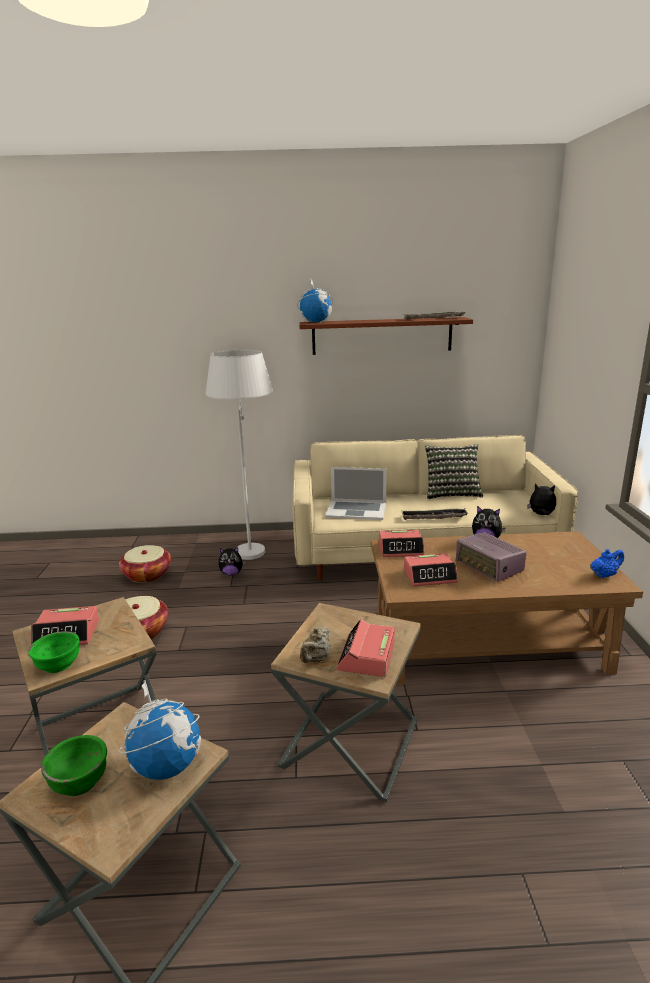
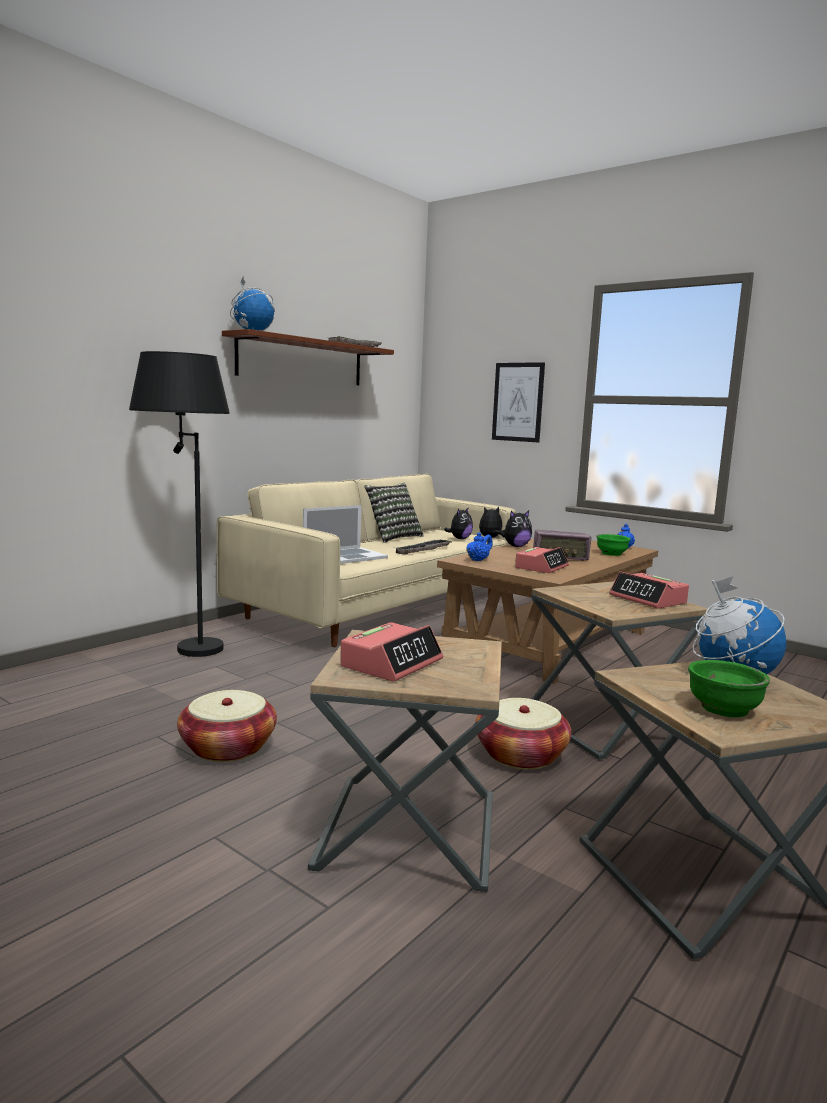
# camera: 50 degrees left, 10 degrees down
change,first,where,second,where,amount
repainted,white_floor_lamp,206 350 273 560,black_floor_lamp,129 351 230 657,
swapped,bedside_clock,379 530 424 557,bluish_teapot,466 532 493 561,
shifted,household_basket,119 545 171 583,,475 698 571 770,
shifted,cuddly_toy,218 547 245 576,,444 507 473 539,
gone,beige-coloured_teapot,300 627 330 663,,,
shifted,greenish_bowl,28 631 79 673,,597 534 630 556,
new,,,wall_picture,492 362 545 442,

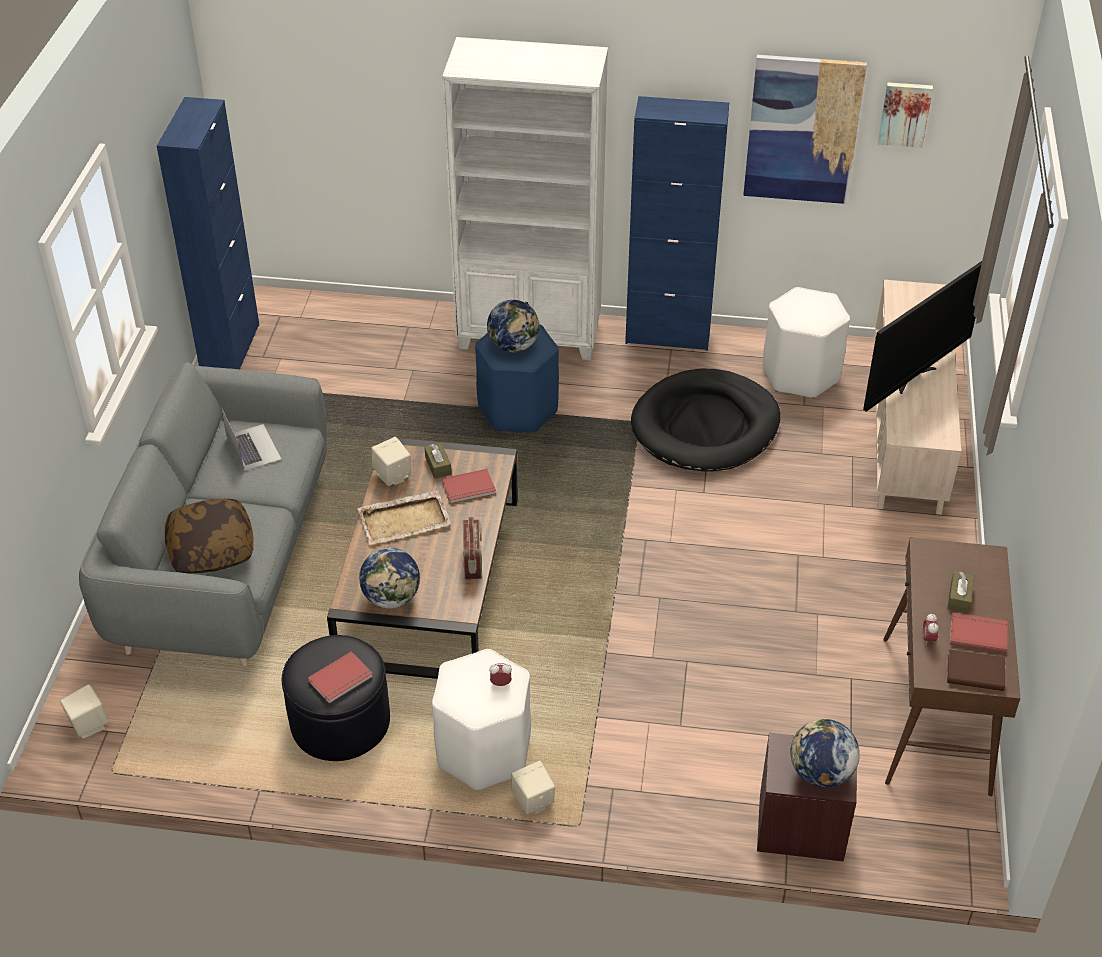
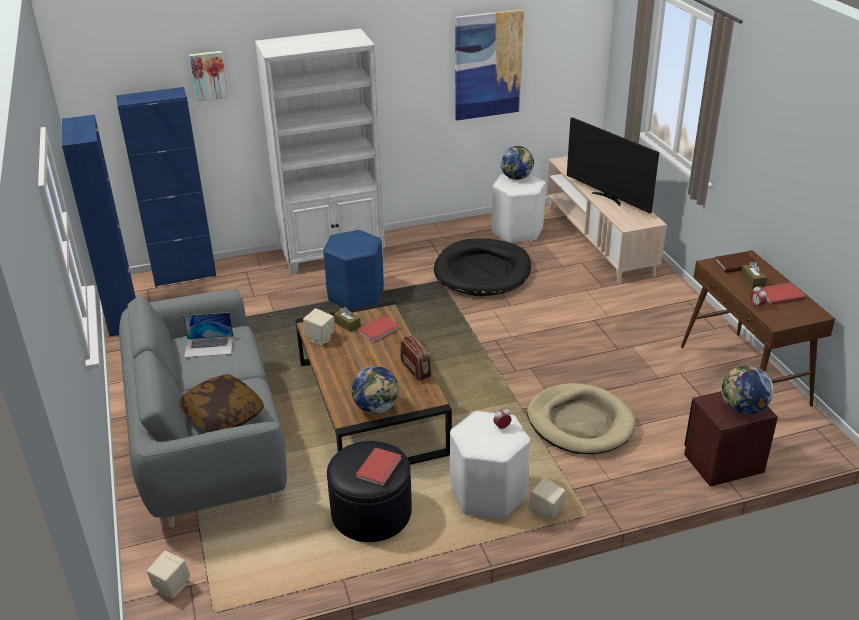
# camera: 25 degrees left, 10 degrees down
change,first,where,second,where,amount
shifted,wall_picture,878 82 933 148,,189 51 228 102,
shifted,bluish_storage_cabinet,625 96 729 351,,116 87 217 287,
rotated,TV_set,863 261 982 412,,567 117 659 214,120 degrees clockwise
shifted,world_globe,487 300 540 352,,500 146 534 180,
rotated,portable_computer,221 408 282 471,,183 312 233 358,135 degrees clockwise
gone,beige-coloured_carrying_tray,358 490 452 546,,,
shifted,brown-coloured_volume,947 650 1005 691,,714 252 759 273,
new,,,beige-coloured_dog_bed,527 383 636 454,

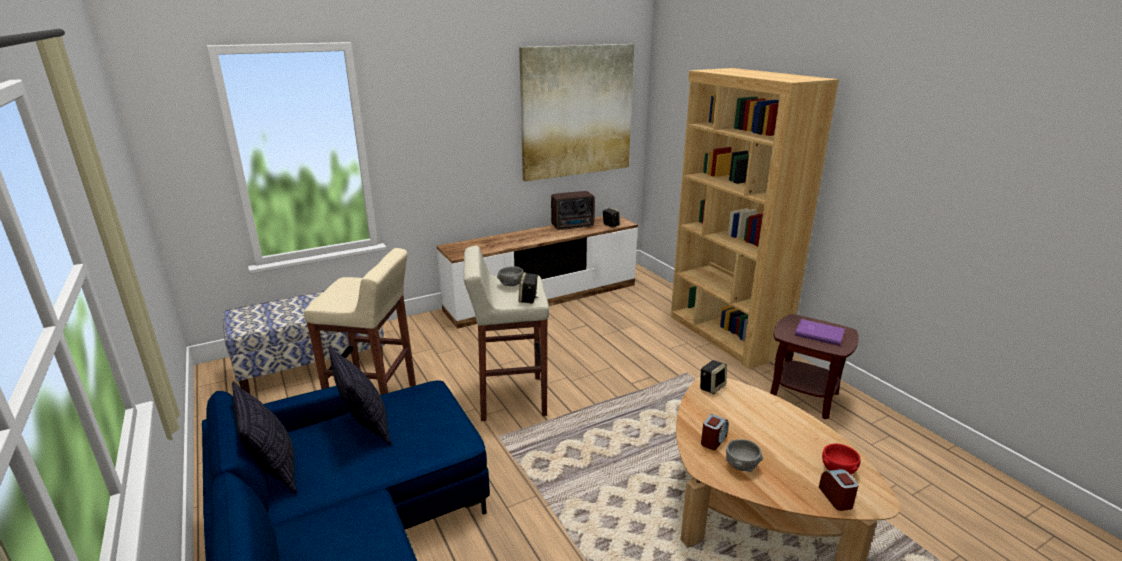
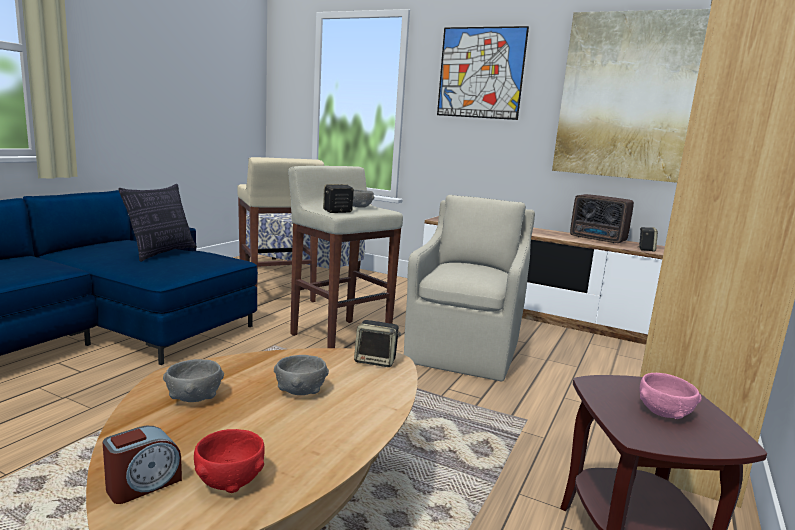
# camera: 55 degrees right, 10 degrees down
change,first,where,second,where,amount
swapped,purplish_volume,795 319 844 346,pinkish_bowl,640 373 702 419,
gone,throw_pillow,232 381 297 494,,,
gone,bedside_clock,701 414 729 450,,,
new,,,wall_picture,437 26 529 120,
new,,,beige-coloured_easy_chair,404 195 535 381,
new,,,greyish_bowl,274 355 329 395,

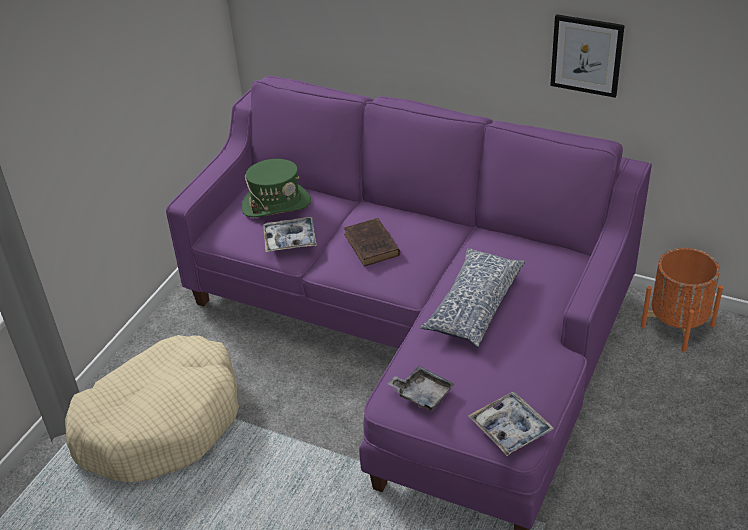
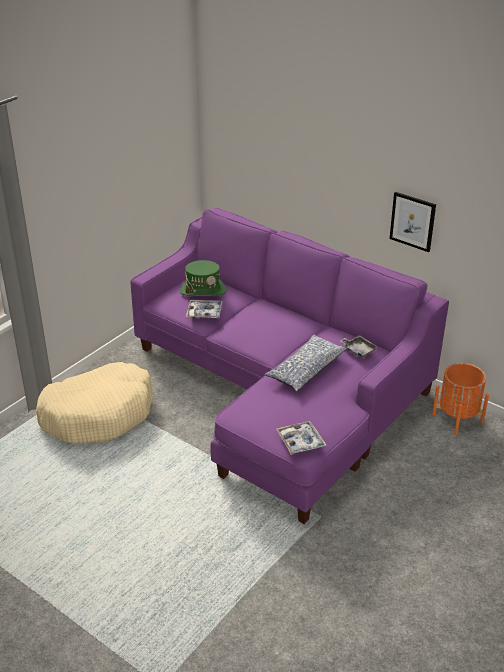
# camera: 10 degrees right, 5 degrees down
change,first,where,second,where,amount
gone,brown-coloured_volume,344 218 400 266,,,
shifted,greyish_carrying_tray,388 365 455 411,,340 335 378 358,

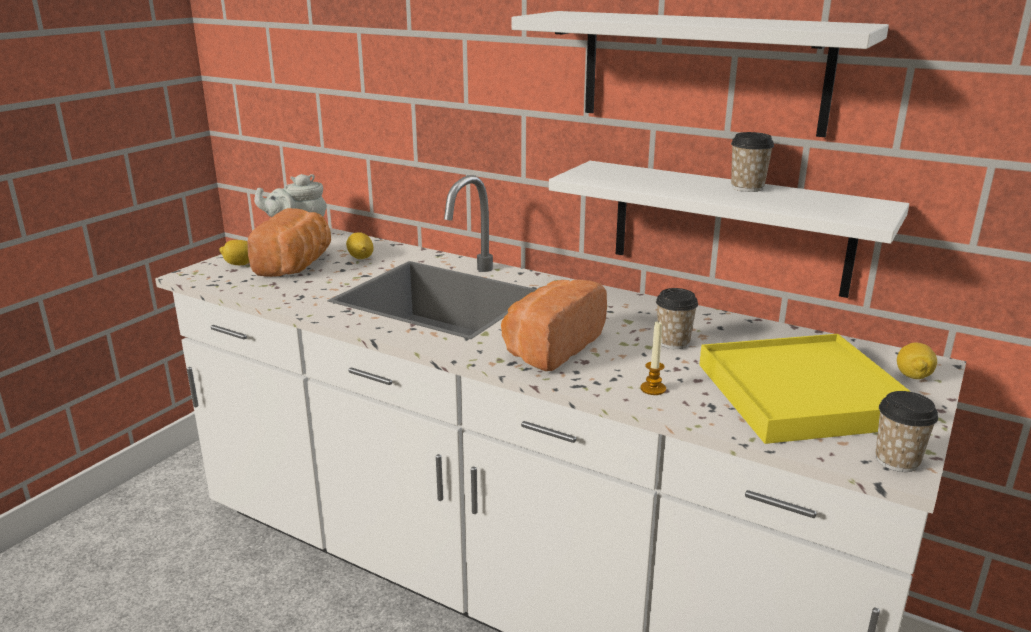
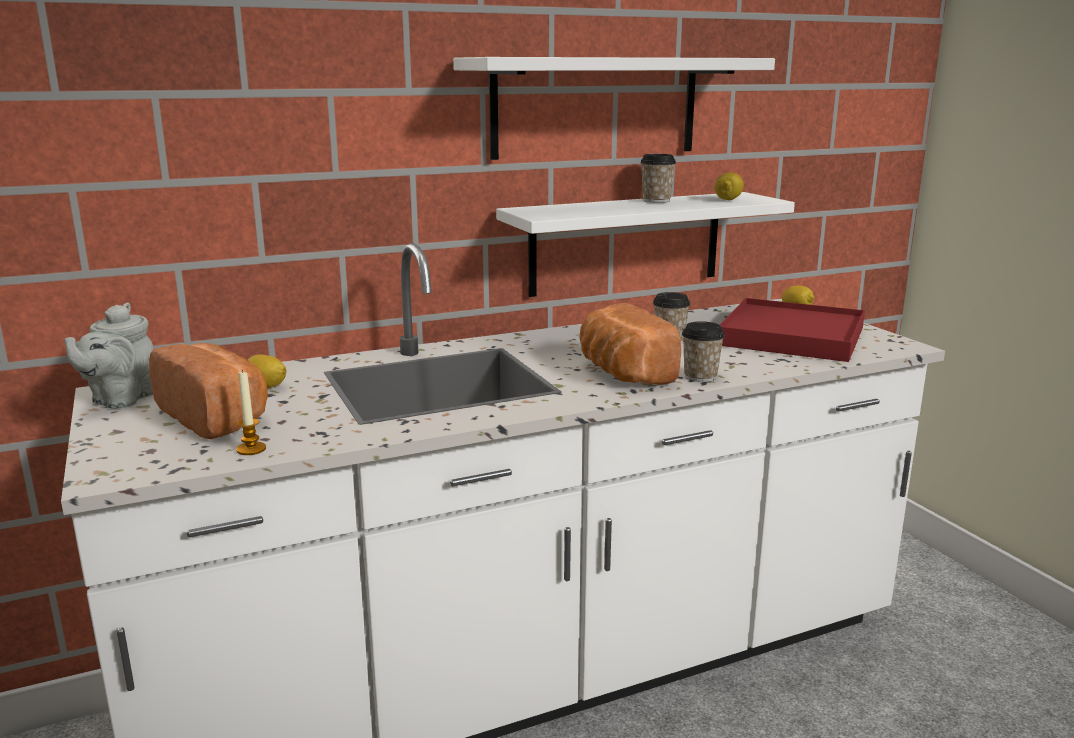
# camera: 55 degrees left, 5 degrees down
change,first,where,second,where,amount
shifted,whole_lemon,219 240 250 265,,714 173 744 200,
shifted,wax_light,640 320 666 395,,236 370 266 455,
repainted,yellow-coloured_carrying_tray,699 334 911 444,red-coloured_carrying_tray,720 298 865 362,
shifted,cup,876 391 938 472,,682 321 725 382,

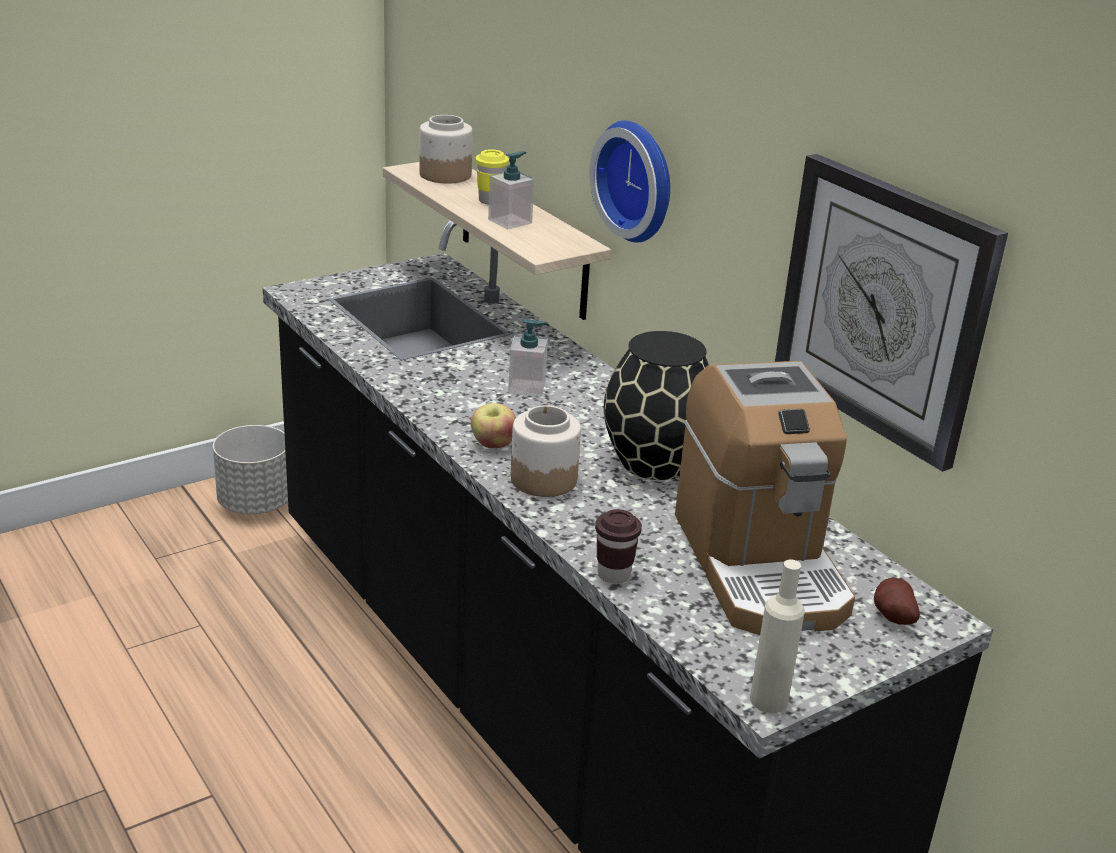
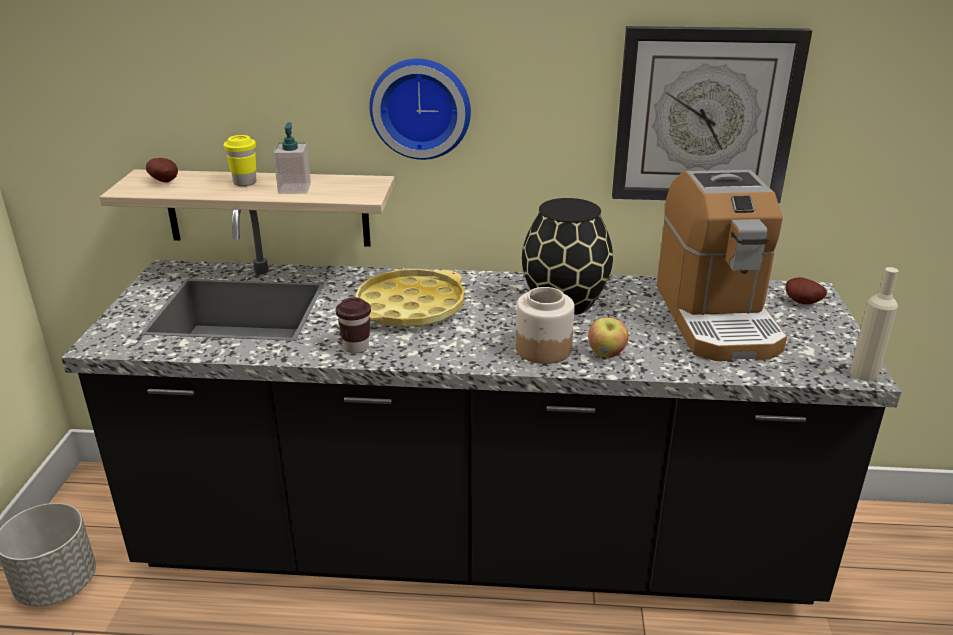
# camera: 50 degrees left, 0 degrees up
change,first,where,second,where,amount
swapped,preserve_jar,419 115 473 184,whole_potato,146 158 178 182,
swapped,soap_dispenser,508 319 548 397,yellow-coloured_carrying_tray,355 269 465 327,
rotated,coffee_maker,675 361 855 635,,657 170 787 361,60 degrees clockwise
shifted,apple,471 403 516 448,,588 318 629 358,
shifted,brown-coloured_cup,595 509 642 583,,336 297 371 353,

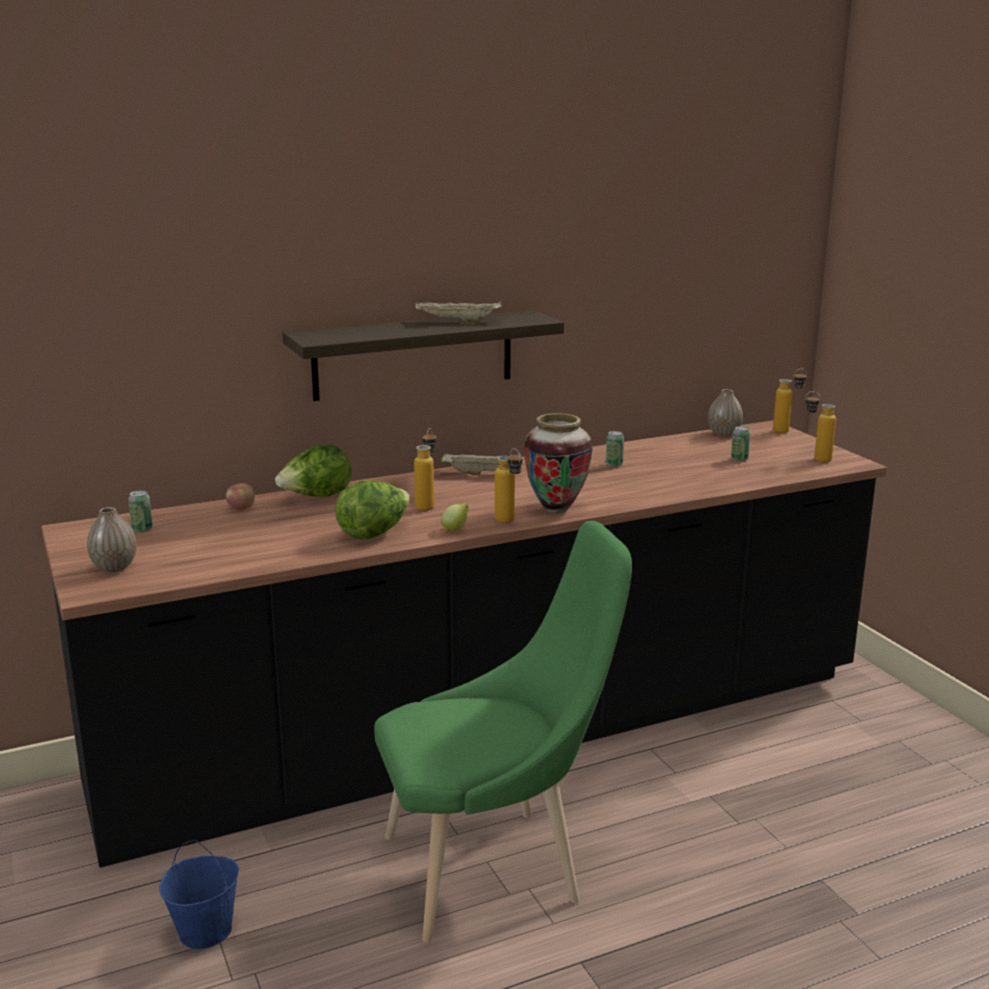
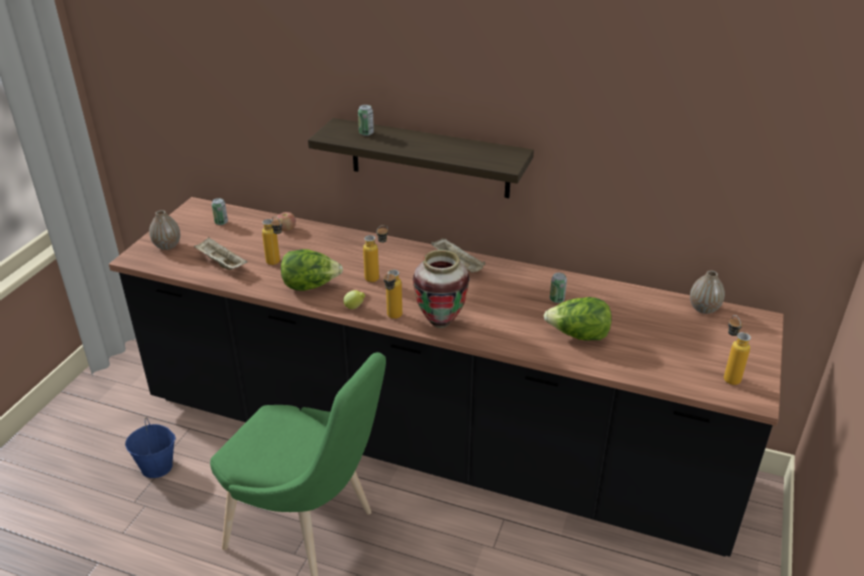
# camera: 45 degrees right, 15 degrees up
change,first,where,second,where,amount
shifted,beige-coloured_carrying_tray,416 301 502 323,,194 237 247 270,
shifted,beverage_bottle,773 369 807 433,,262 216 282 265,
shifted,sealed_can,731 426 750 461,,358 105 374 136,
shifted,lettuce,275 445 352 497,,544 297 612 341,

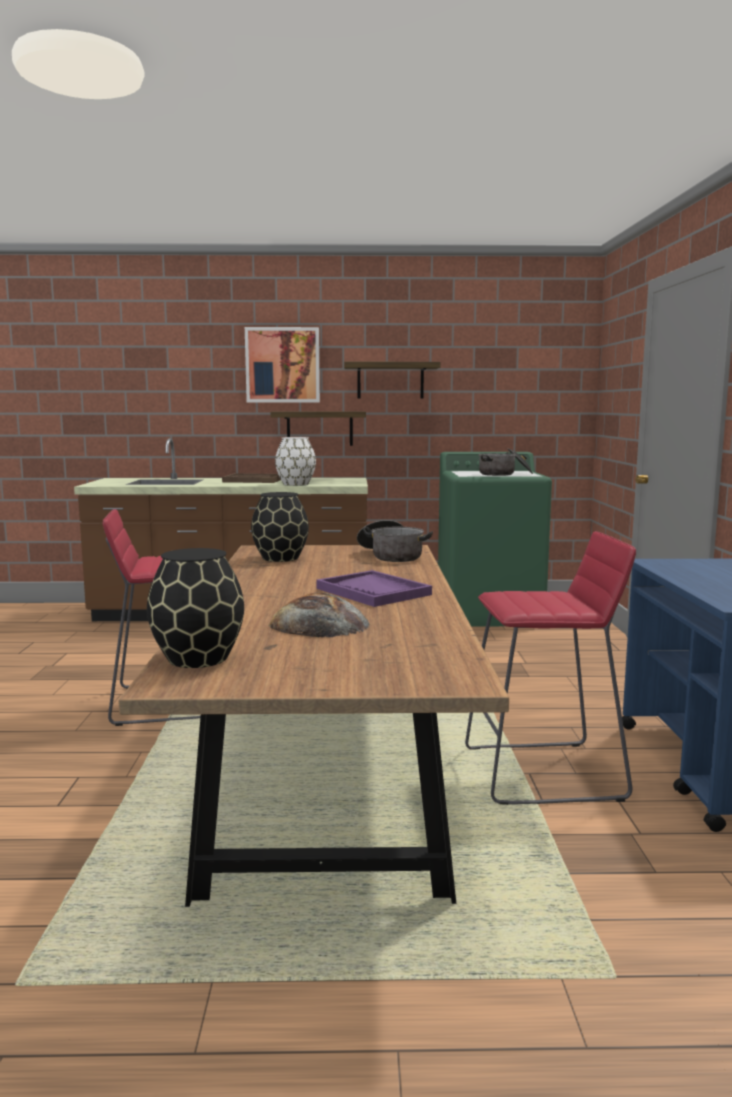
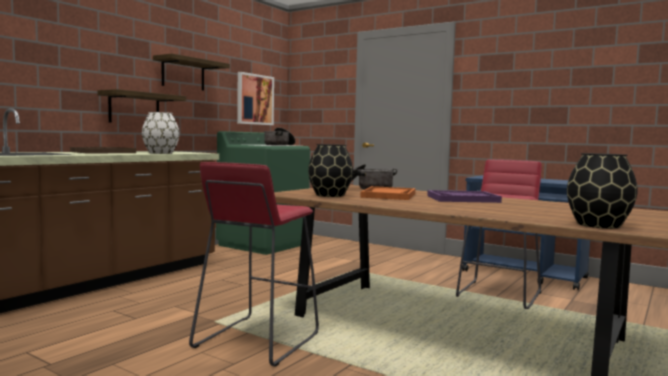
# camera: 55 degrees left, 5 degrees down
change,first,where,second,where,amount
shifted,wall_picture,245 327 320 403,,237 72 274 125,
gone,bakery_bread,269 593 369 637,,,
new,,,orange_carrying_tray,360 186 415 200,

